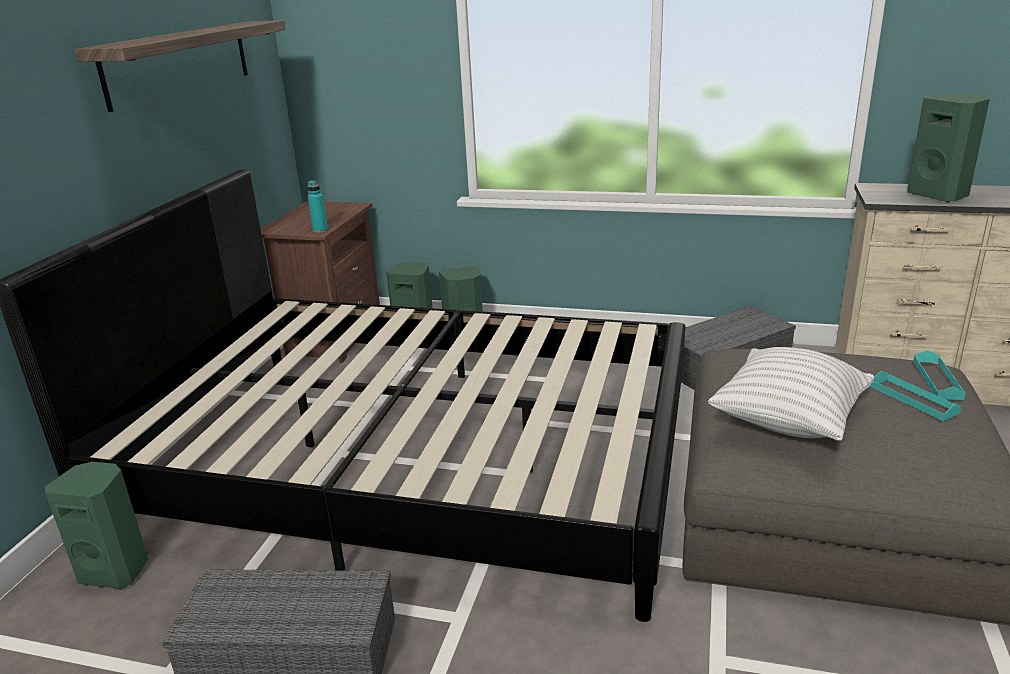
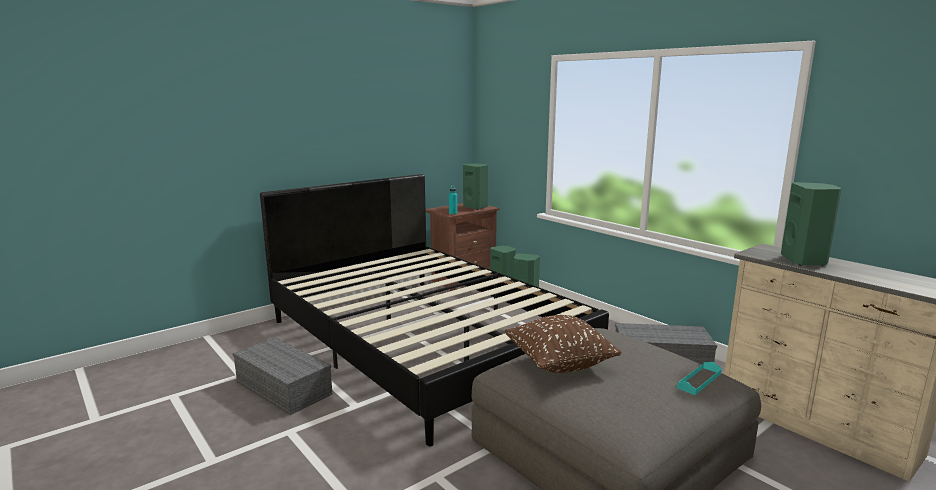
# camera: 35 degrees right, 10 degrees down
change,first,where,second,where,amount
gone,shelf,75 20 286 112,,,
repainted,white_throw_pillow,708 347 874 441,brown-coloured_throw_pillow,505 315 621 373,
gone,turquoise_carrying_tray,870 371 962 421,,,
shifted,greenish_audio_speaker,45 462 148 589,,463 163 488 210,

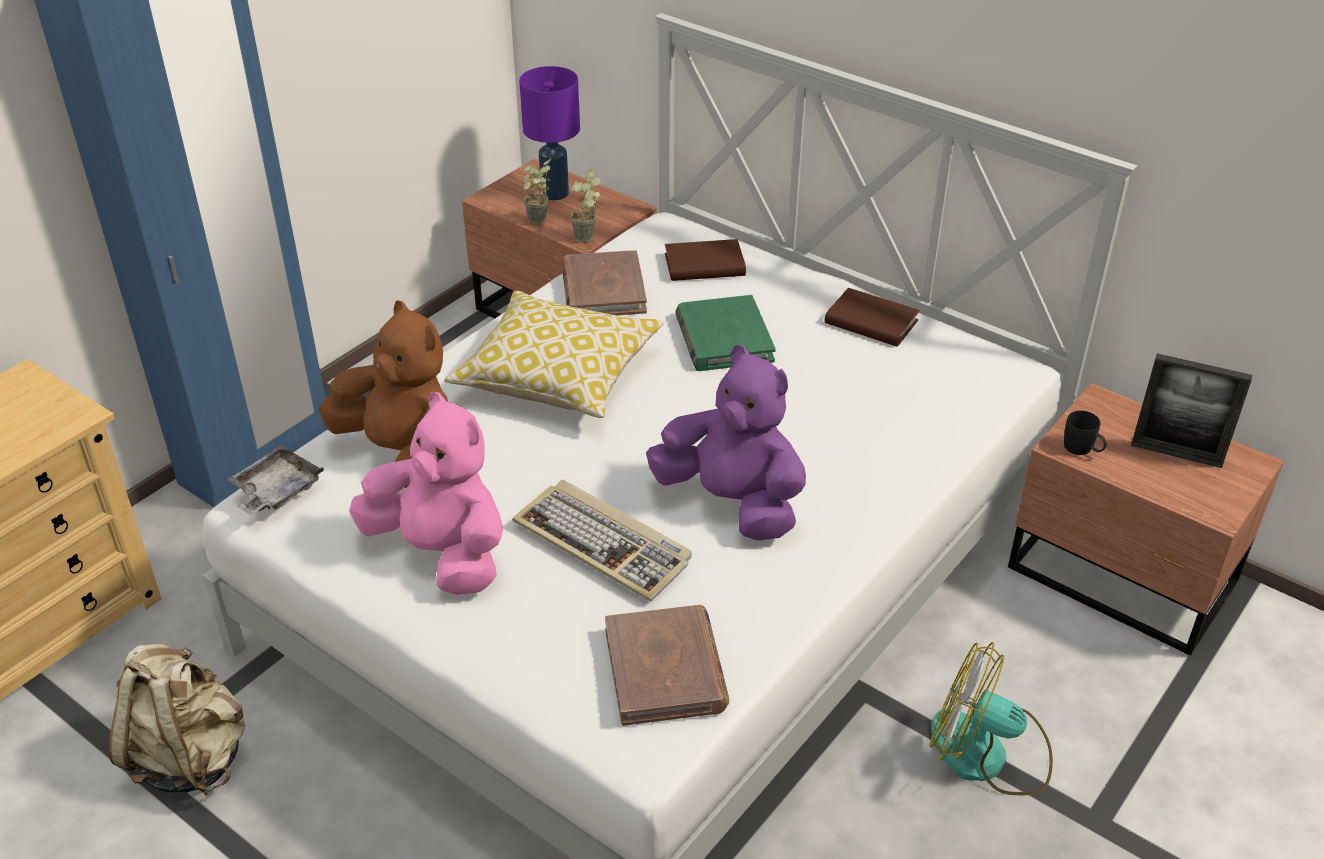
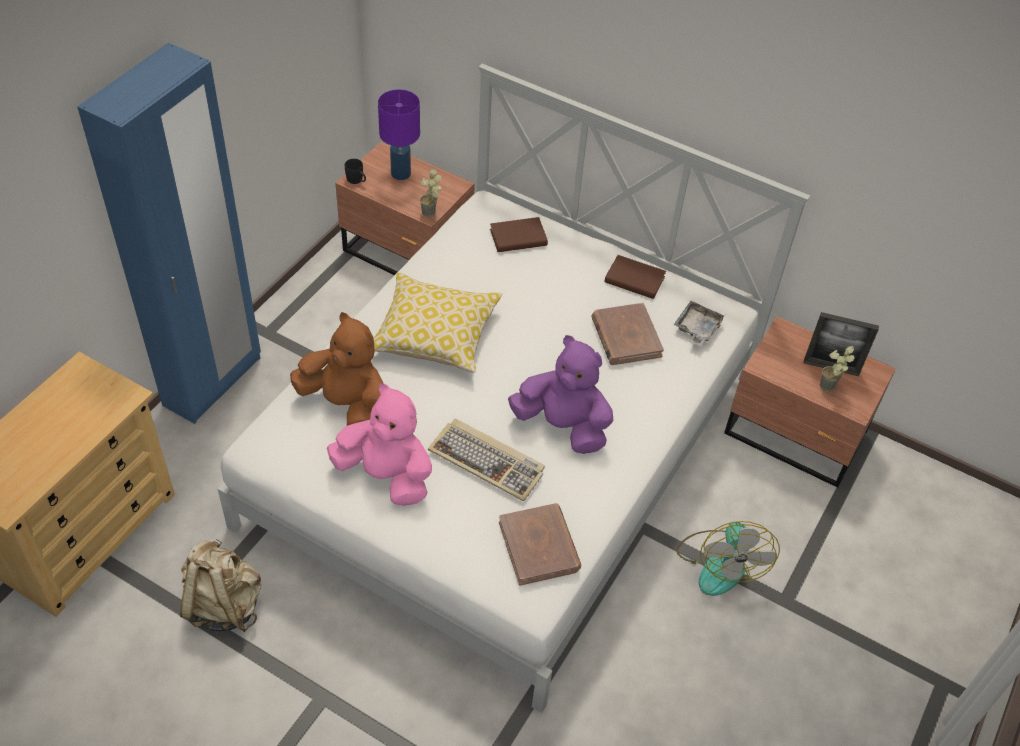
# camera: 10 degrees left, 10 degrees up
change,first,where,second,where,amount
shifted,potted_plant,523 158 551 226,,820 346 855 392,
shifted,brown-coloured_volume,561 250 647 315,,592 303 664 365,
gone,greenish_volume,675 295 776 371,,,
shifted,black_mug,1064 411 1107 455,,345 159 366 184,
shifted,greyish_carrying_tray,227 445 324 515,,674 301 725 346,
rotated,fan,930 642 1053 795,,676 521 780 596,105 degrees counterclockwise

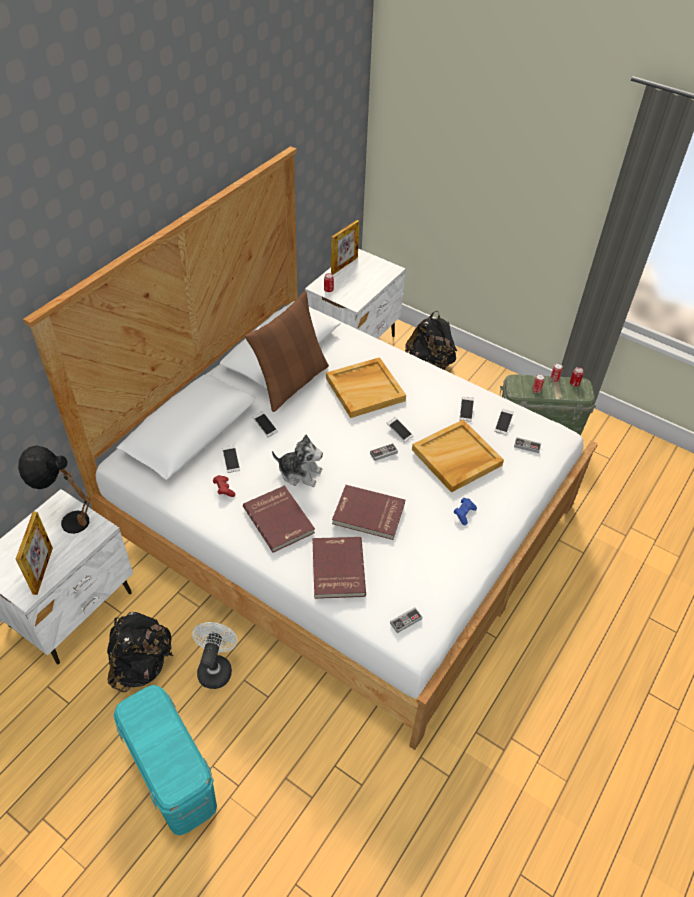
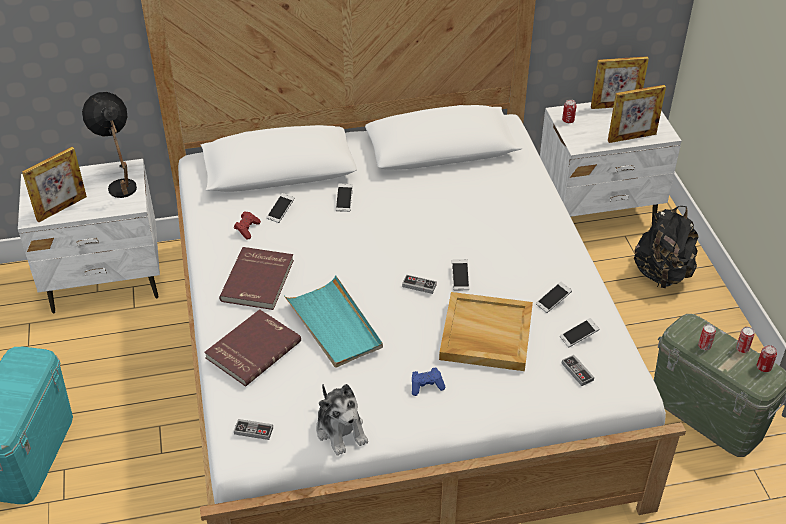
# camera: 45 degrees right, 5 degrees down
change,first,where,second,where,amount
gone,brown-coloured_throw_pillow,245 291 329 412,,,
gone,beige-coloured_carrying_tray,326 357 406 418,,,
shifted,cuddly_toy,272 435 323 487,,316 384 368 456,
swapped,red-coloured_volume,332 485 405 540,turquoise_carrying_tray,284 275 383 368,
gone,black_rucksack,107 612 174 692,,,
gone,white_fan,192 622 238 689,,,
new,,,standing_frame,608 85 666 143,

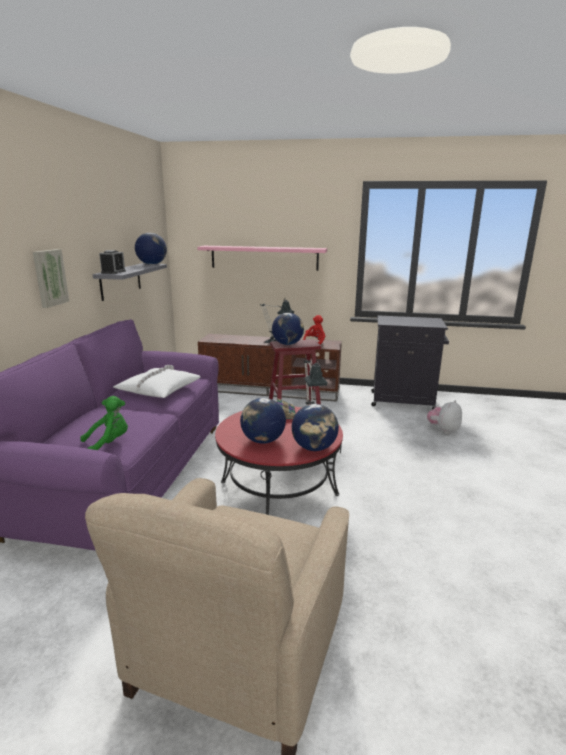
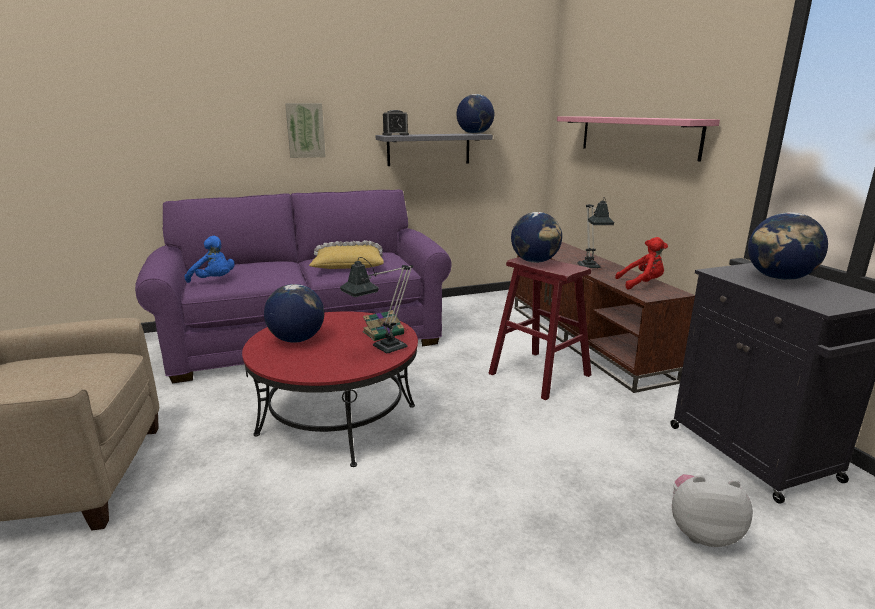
# camera: 60 degrees right, 0 degrees up
change,first,where,second,where,amount
repainted,white_throw_pillow,113 365 200 398,yellow-coloured_throw_pillow,309 240 384 269,
repainted,greenish_cuddly_toy,80 396 128 450,bluish_cuddly_toy,185 236 235 283,
shifted,world_globe,292 404 339 451,,748 212 828 280,

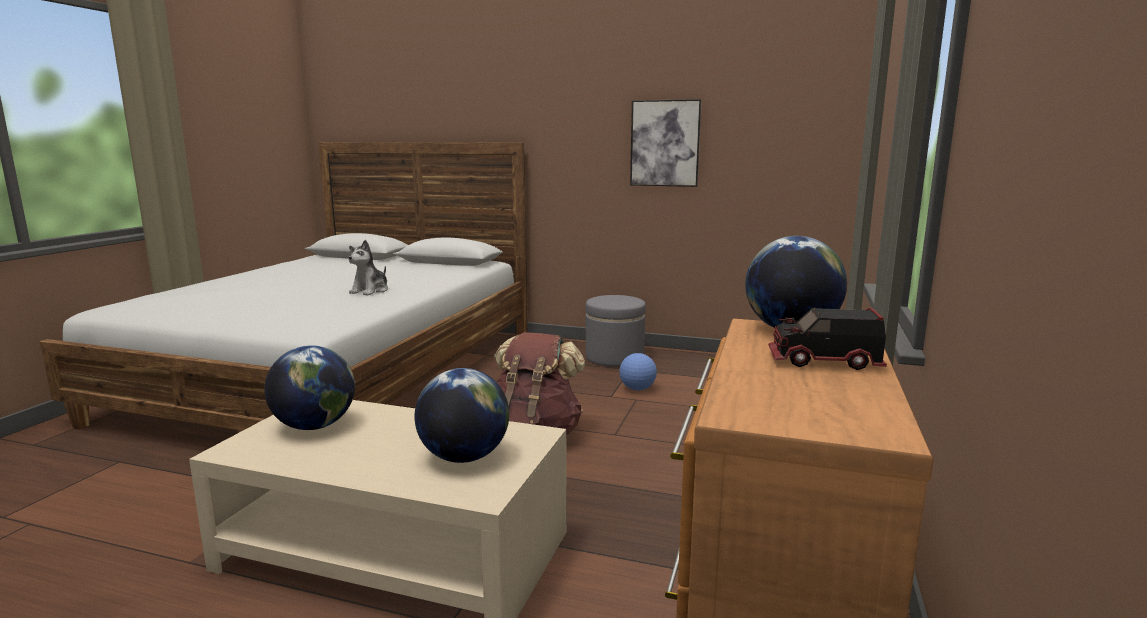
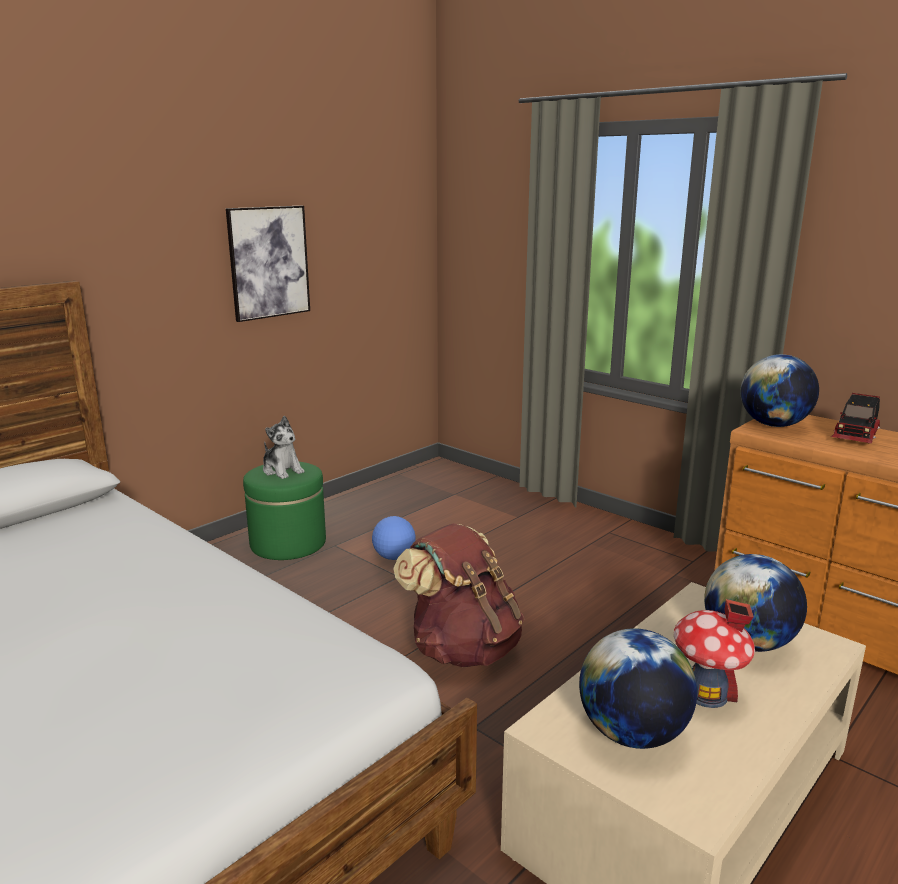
# camera: 65 degrees left, 5 degrees up
change,first,where,second,where,amount
shifted,cuddly_toy,348 240 388 295,,263 415 305 479,
repainted,greyish_footrest,586 295 646 367,greenish_footrest,243 462 326 560,
new,,,toy_house,674 599 755 708,

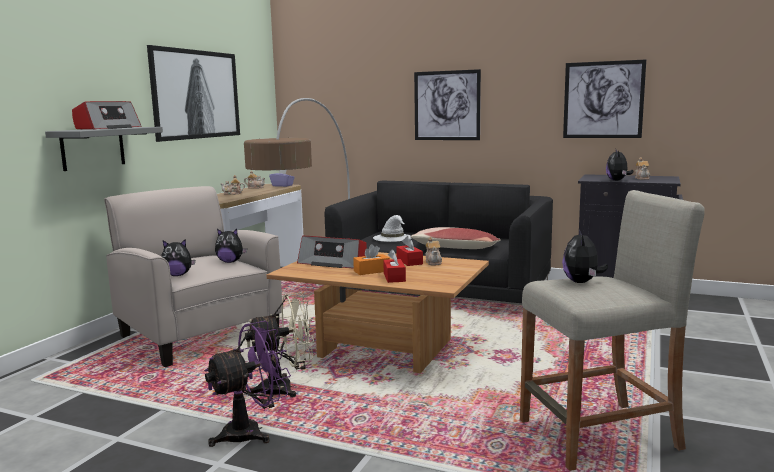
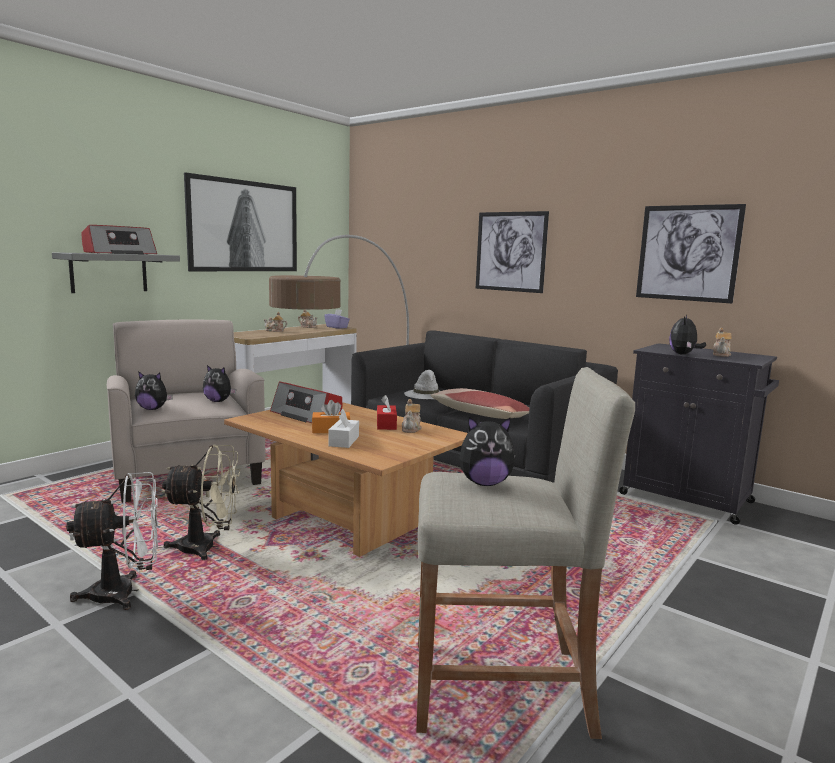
# camera: 15 degrees right, 0 degrees up
change,first,where,second,where,amount
rotated,cuddly_toy,562 229 608 283,,459 417 516 486,120 degrees counterclockwise
repainted,red-coloured_box_of_tissues,383 249 406 283,white_box_of_tissues,328 409 359 448,
repainted,purplish_fan,204 321 291 447,white_fan,66 472 158 610,

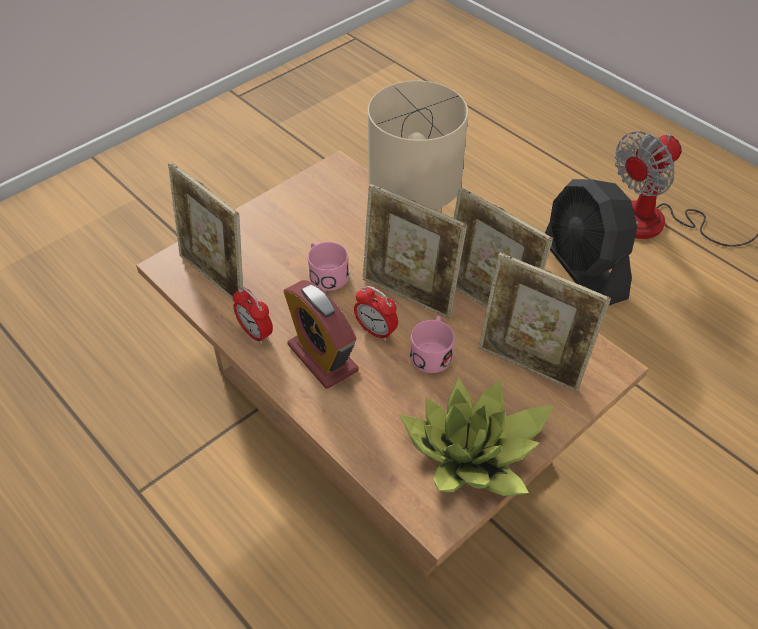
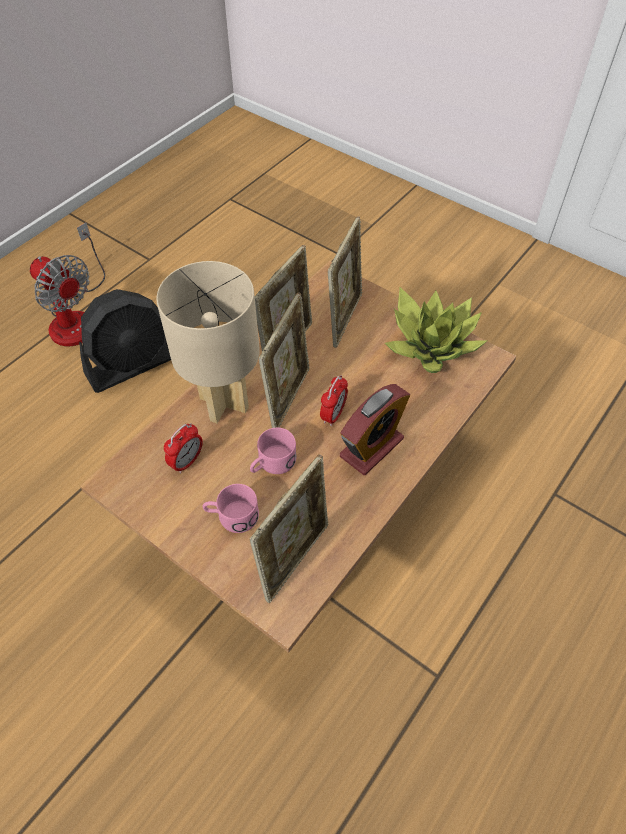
# camera: 100 degrees left, 5 degrees up
change,first,where,second,where,amount
shifted,bedside_clock,233 287 273 344,,164 423 203 474,
shifted,pinkish_mug,410 316 455 373,,202 484 259 533,

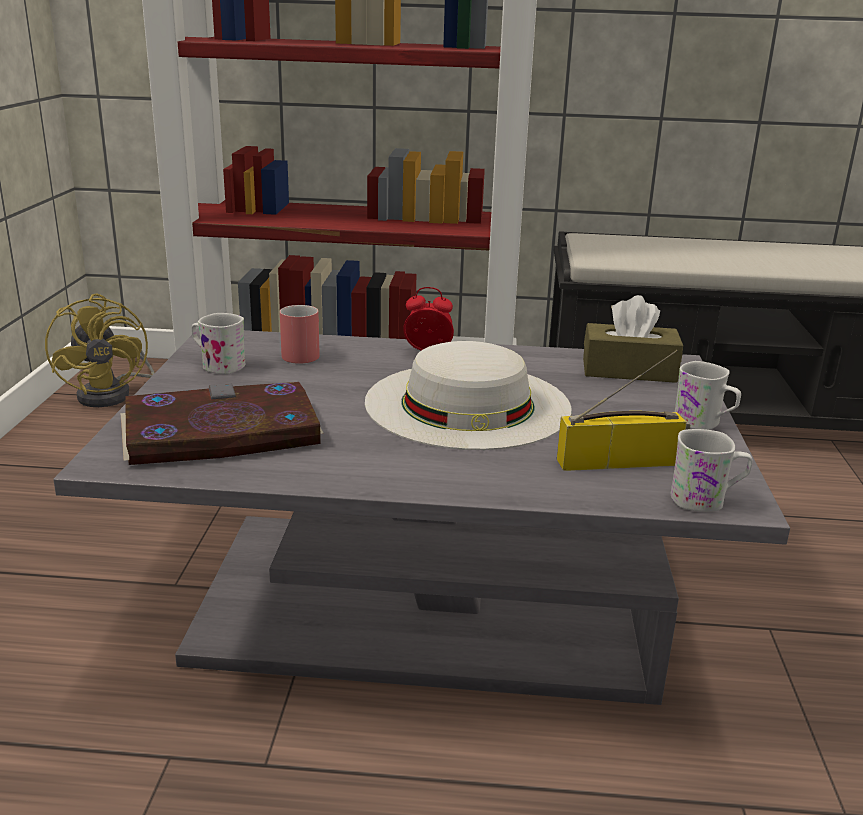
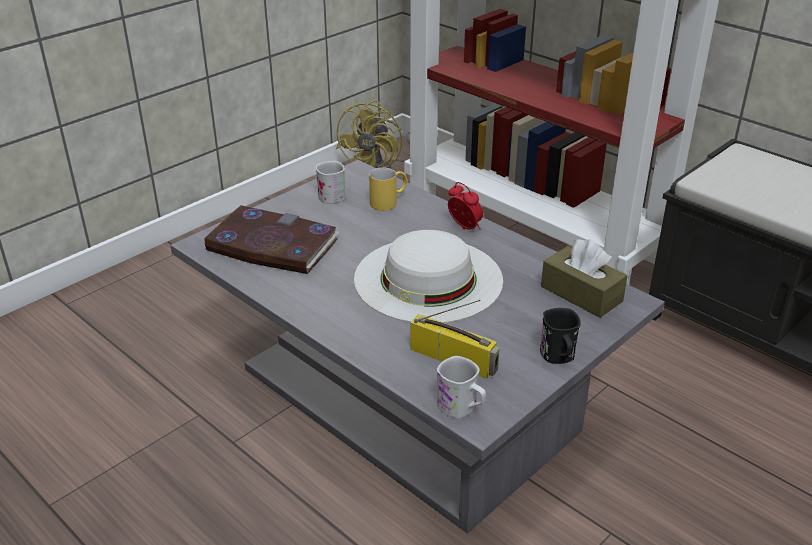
# camera: 40 degrees right, 10 degrees up
change,first,where,second,where,amount
repainted,red-coloured_mug,280 305 320 364,yellow-coloured_mug,369 168 408 211,
repainted,white_mug,674 361 741 430,black_mug,540 308 581 364,

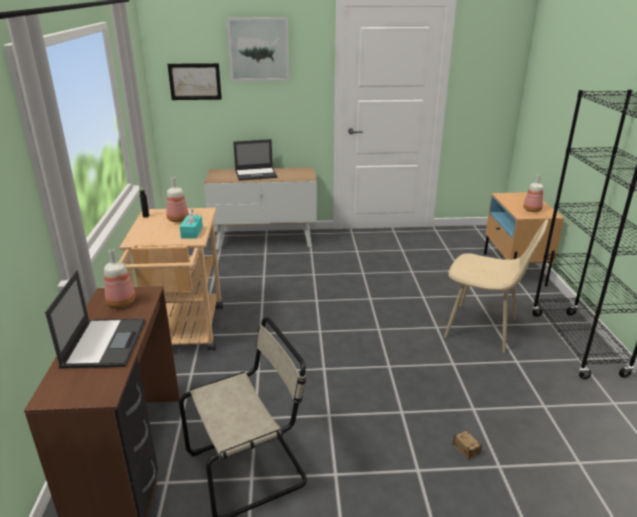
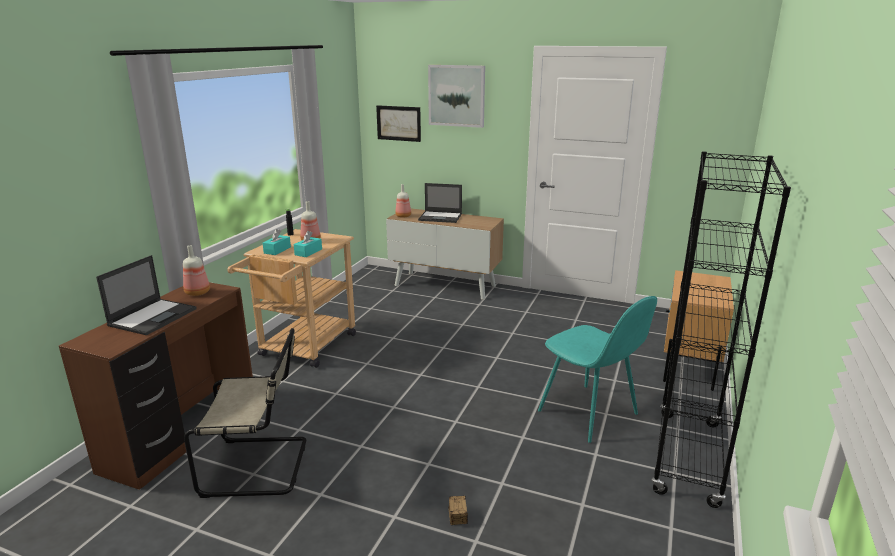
# camera: 25 degrees right, 5 degrees down
change,first,where,second,where,amount
shifted,beverage_bottle,523 174 543 212,,395 184 411 218,
repainted,beige-coloured_plain_chair,444 219 548 353,turquoise_plain_chair,538 296 657 443,
new,,,turquoise_box_of_tissues,263 229 291 255,

